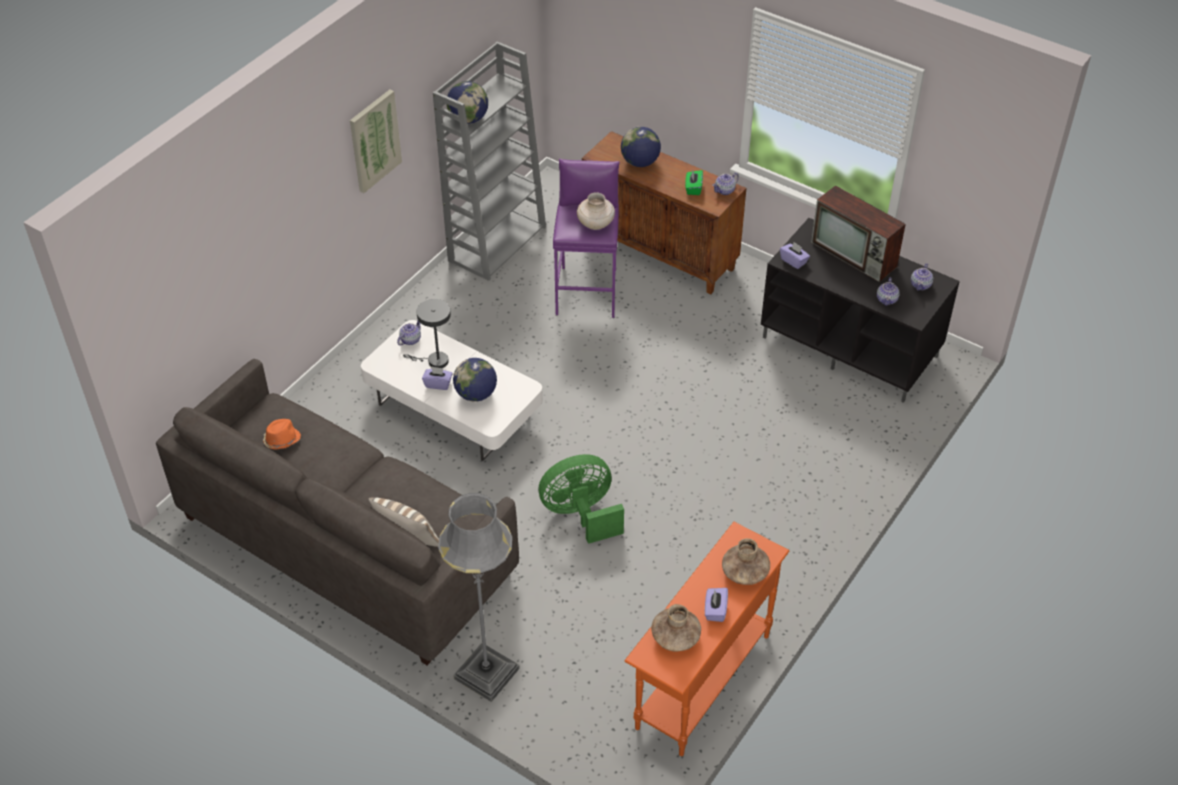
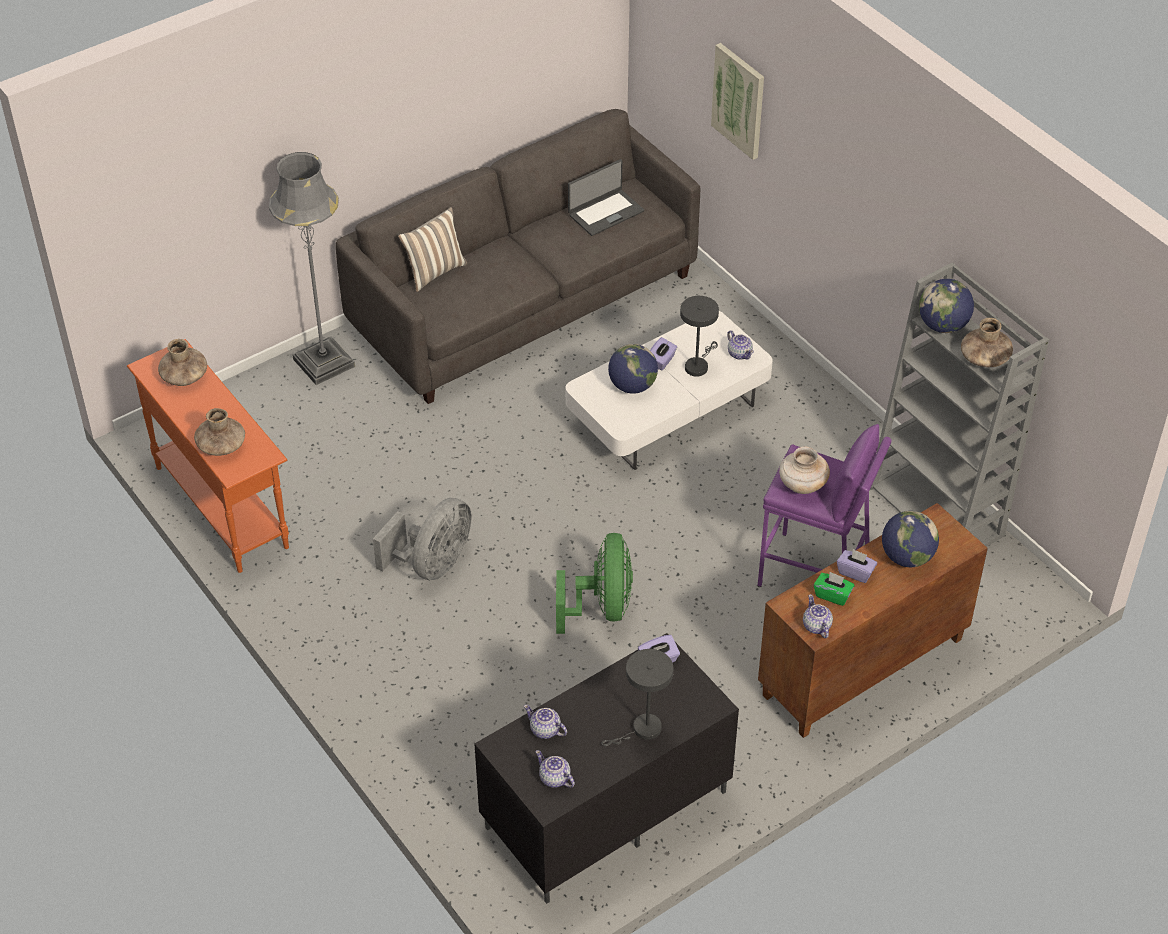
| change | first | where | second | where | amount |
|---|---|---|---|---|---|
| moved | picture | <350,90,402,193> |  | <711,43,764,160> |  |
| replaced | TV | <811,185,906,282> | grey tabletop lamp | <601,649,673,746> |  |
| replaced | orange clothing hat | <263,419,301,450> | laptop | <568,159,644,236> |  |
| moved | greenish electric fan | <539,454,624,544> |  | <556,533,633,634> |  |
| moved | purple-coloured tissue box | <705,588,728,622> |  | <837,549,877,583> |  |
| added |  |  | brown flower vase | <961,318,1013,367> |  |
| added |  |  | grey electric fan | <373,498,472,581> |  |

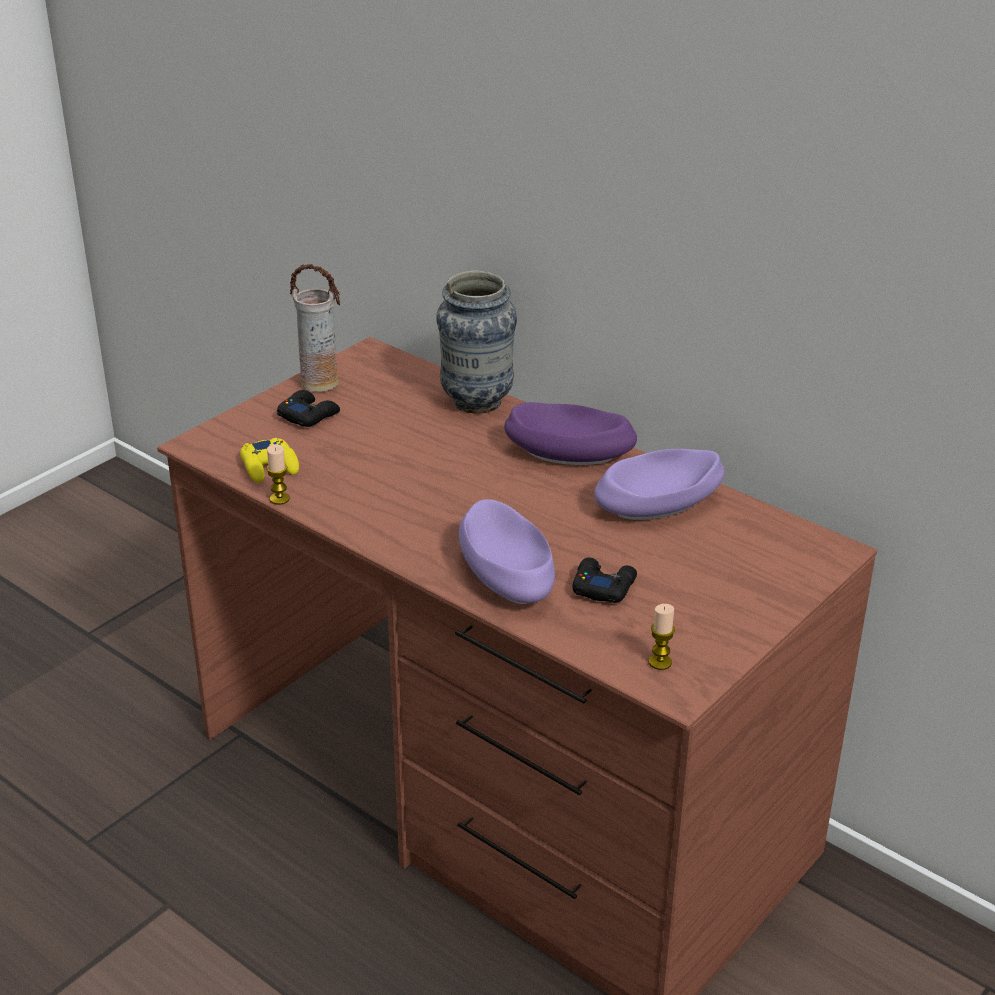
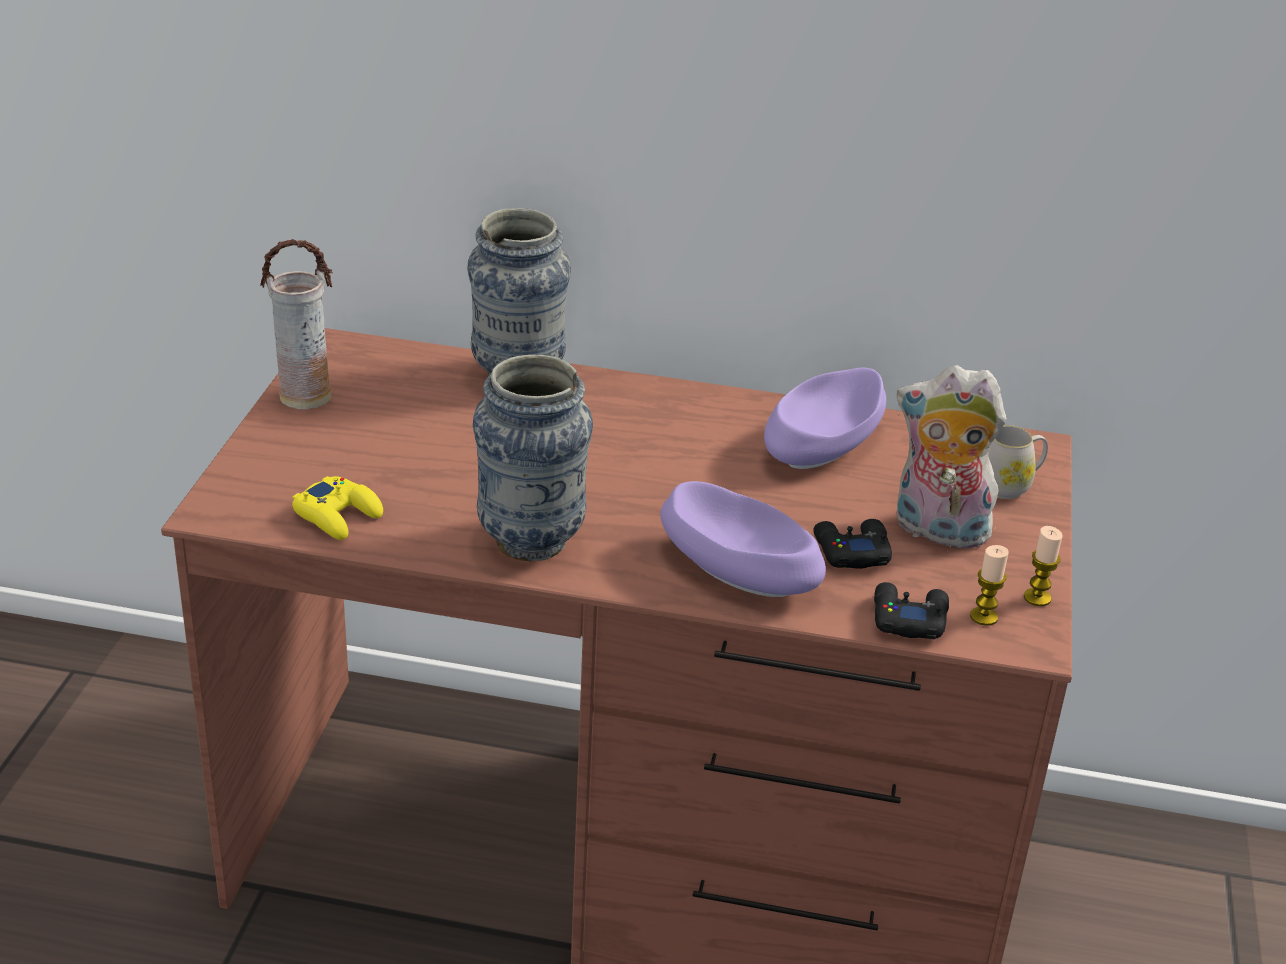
| change | first | where | second | where | amount |
|---|---|---|---|---|---|
| moved | black gamepad | <277,390,340,427> |  | <874,582,949,639> |  |
| removed | purple-coloured deep dish | <504,402,637,465> |  |  |  |
| moved | wax light | <267,444,290,505> |  | <1024,526,1063,606> |  |
| added |  |  | flower vase | <473,355,593,561> |  |
| added |  |  | cuddly toy | <897,365,1006,552> |  |
| added |  |  | white-coloured mug | <988,425,1048,499> |  |

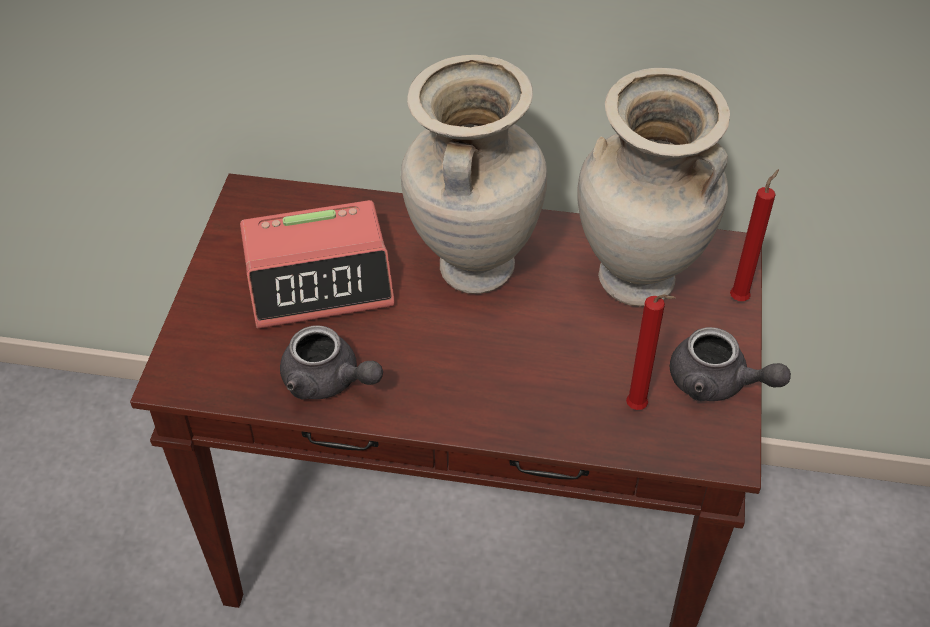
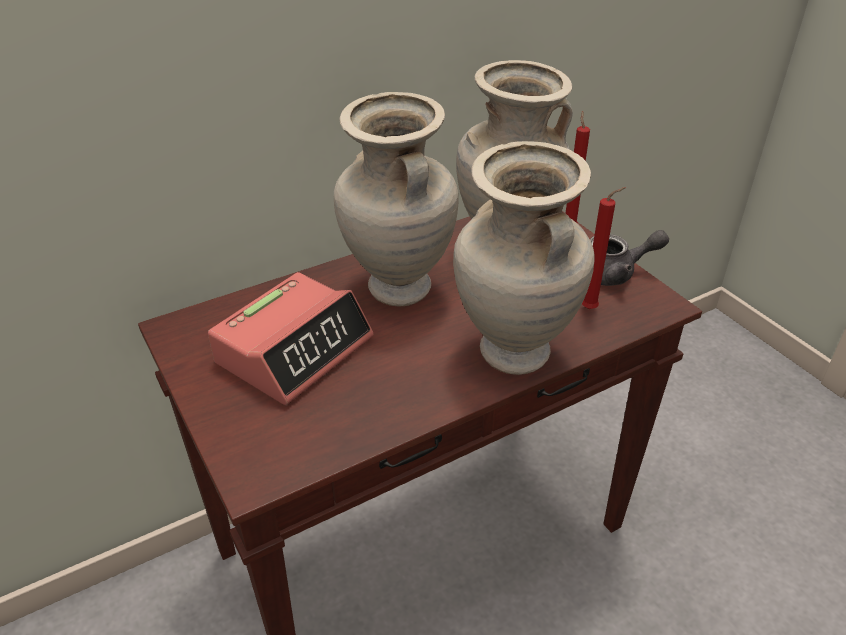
| change | first | where | second | where | amount |
|---|---|---|---|---|---|
| removed | grey tea pot | <280,325,383,400> |  |  |  |
| added |  |  | beige-coloured flower vase | <453,141,595,375> |  |

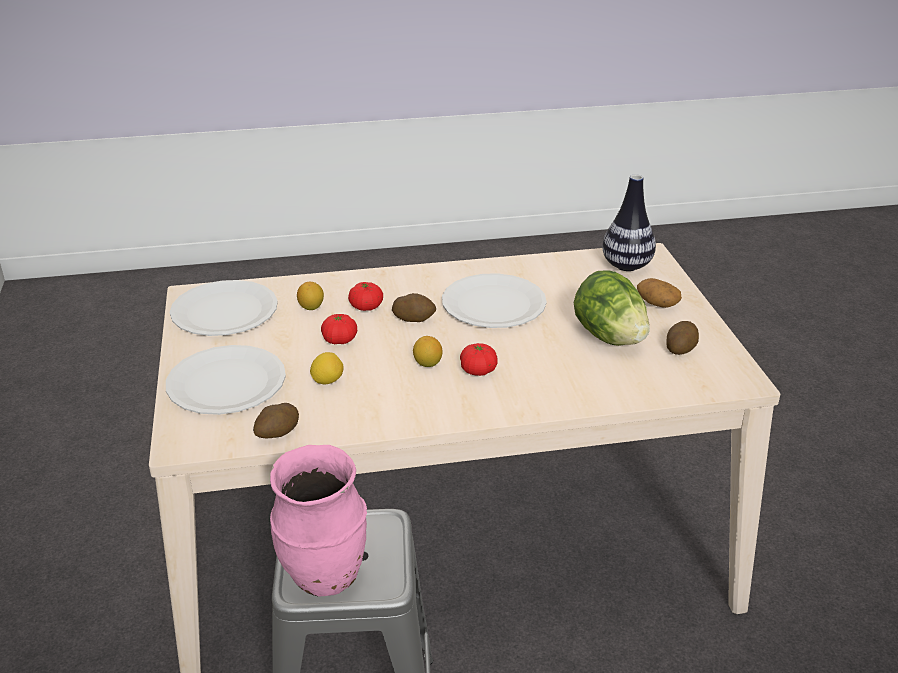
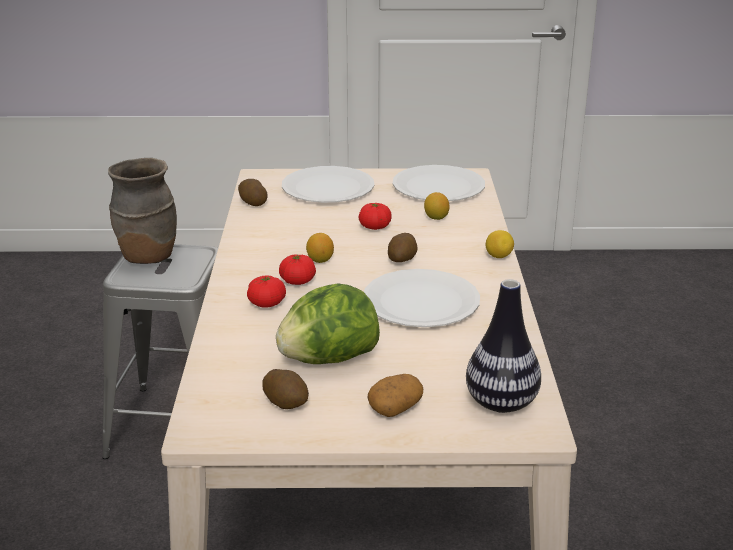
| change | first | where | second | where | amount |
|---|---|---|---|---|---|
| moved | fresh tomato | <348,282,383,311> |  | <247,275,286,308> |  |
| moved | citrus fruit | <310,352,344,384> |  | <486,230,514,258> |  |
| recoloured | pink flower vase | <270,445,367,597> | brown flower vase | <108,158,177,264> |  |

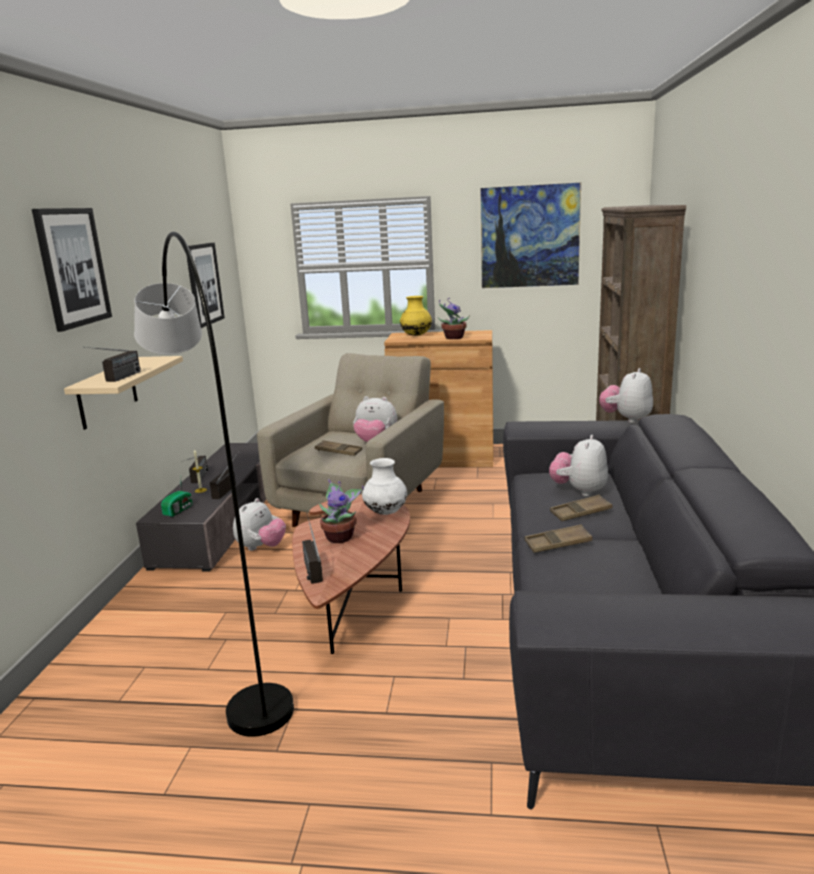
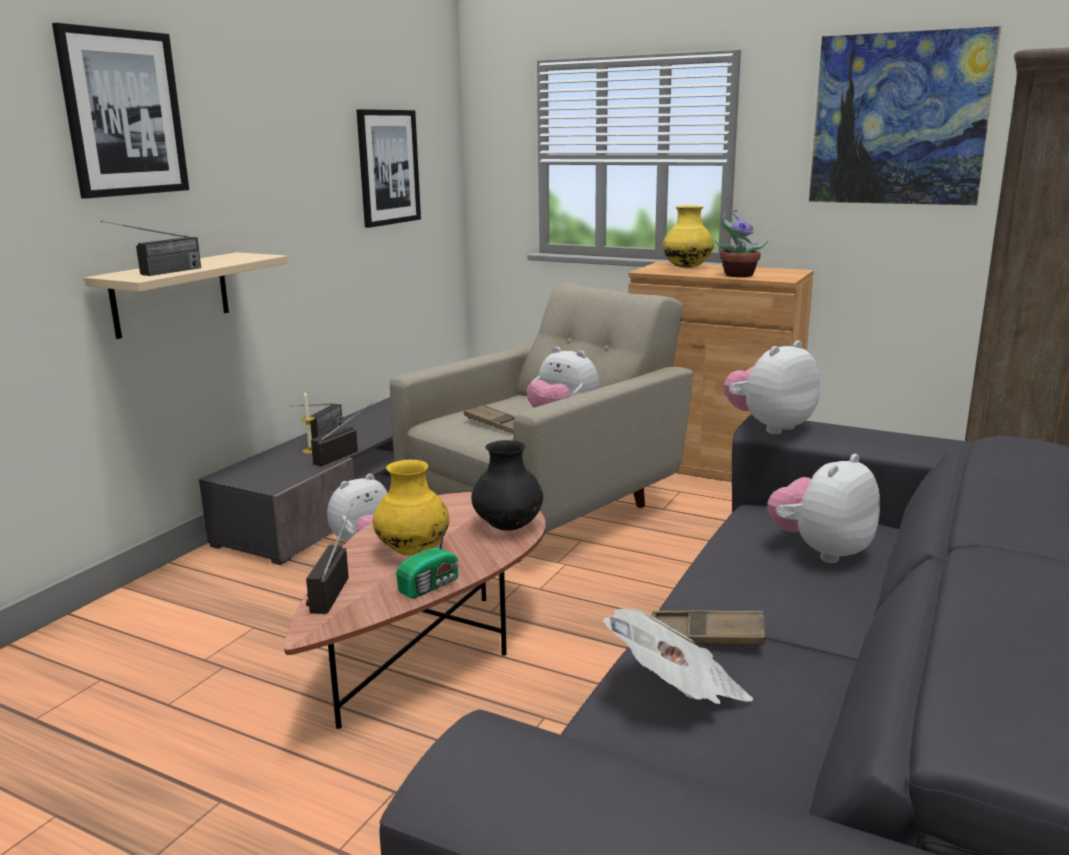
| change | first | where | second | where | amount |
|---|---|---|---|---|---|
| removed | grey standing lamp | <134,232,294,737> |  |  |  |
| moved | cuddly toy | <599,368,653,423> |  | <724,340,820,434> |  |
| recoloured | white-coloured flower vase | <362,458,407,515> | black flower vase | <471,440,543,531> |  |
| replaced | houseplant | <319,479,364,543> | yellow-coloured flower vase | <373,460,449,555> |  |
| moved | radio receiver | <161,483,192,517> |  | <396,518,459,599> |  |
| removed | brown tray | <550,495,612,521> |  |  |  |
| added |  |  | printed paper | <603,609,753,704> |  |

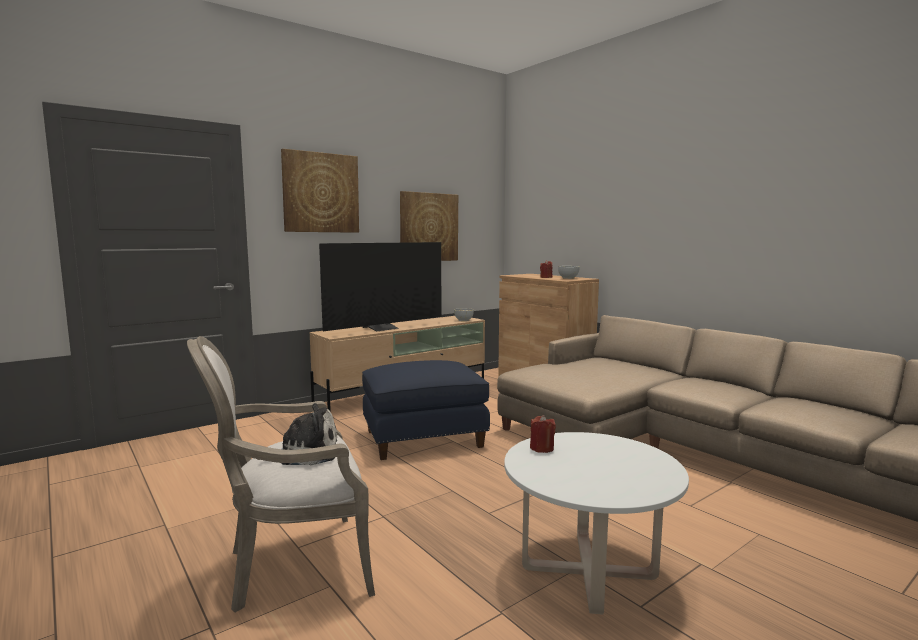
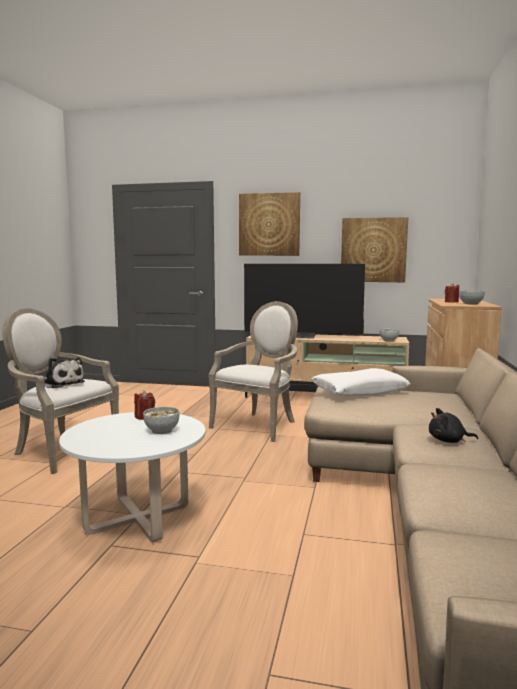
| change | first | where | second | where | amount |
|---|---|---|---|---|---|
| replaced | blue pouffe | <362,360,490,460> | armchair | <209,301,298,442> |  |
| added |  |  | white-coloured throw pillow | <311,368,410,397> |  |
| added |  |  | deep dish | <143,407,180,434> |  |
| added |  |  | black cuddly toy | <429,408,478,443> |  |

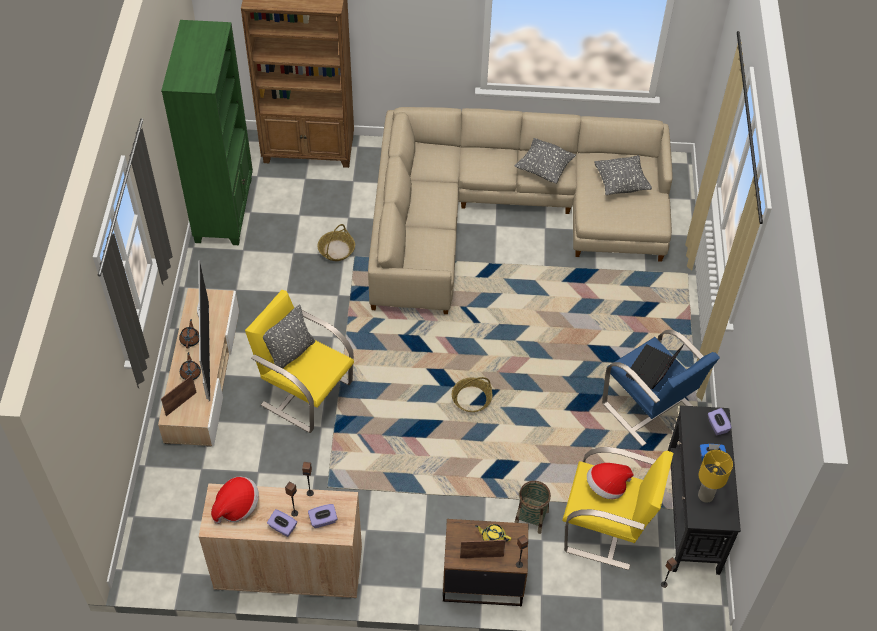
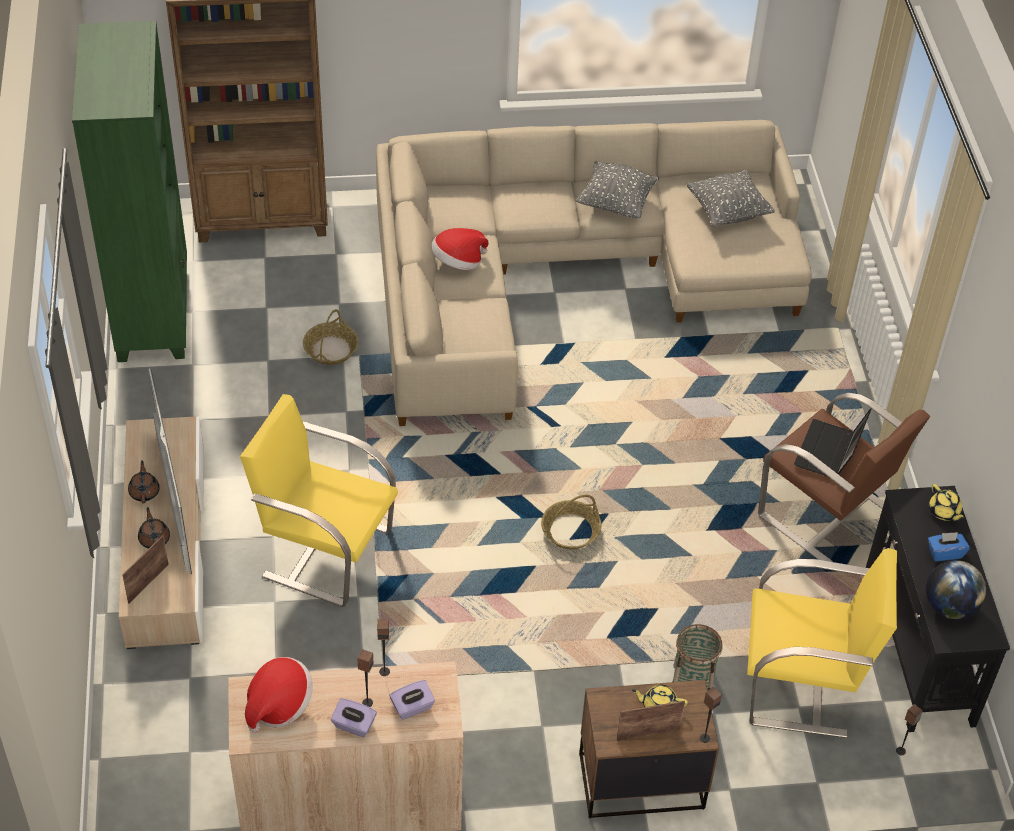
| change | first | where | second | where | amount |
|---|---|---|---|---|---|
| removed | grey throw pillow | <263,305,315,373> |  |  |  |
| recoloured | blue armchair | <602,330,720,446> | brown armchair | <758,393,930,562> |  |
| replaced | purple-coloured tissue box | <708,408,732,435> | yellow-coloured tea pot | <929,484,965,521> |  |
| replaced | yellow-coloured tabletop lamp | <698,450,733,503> | desk globe | <926,560,986,619> |  |
| moved | clothing hat | <587,463,633,499> |  | <432,228,489,270> |  |

